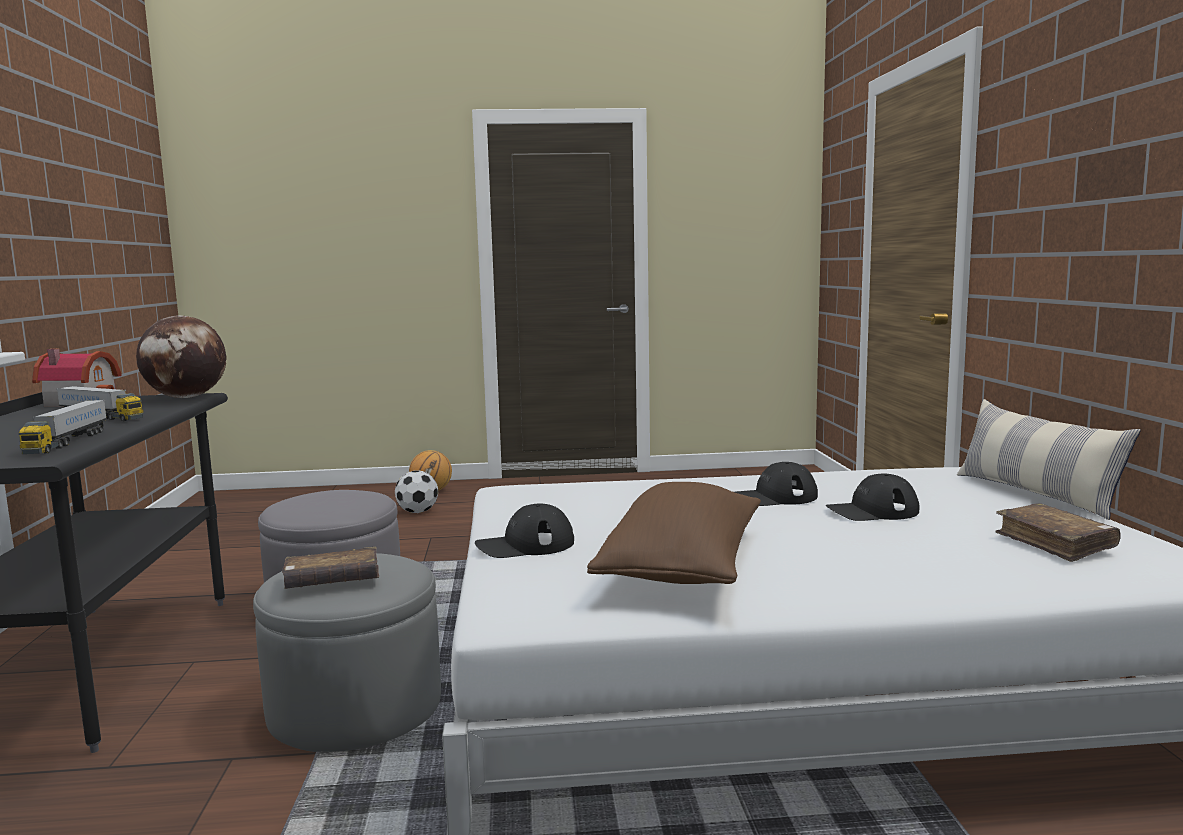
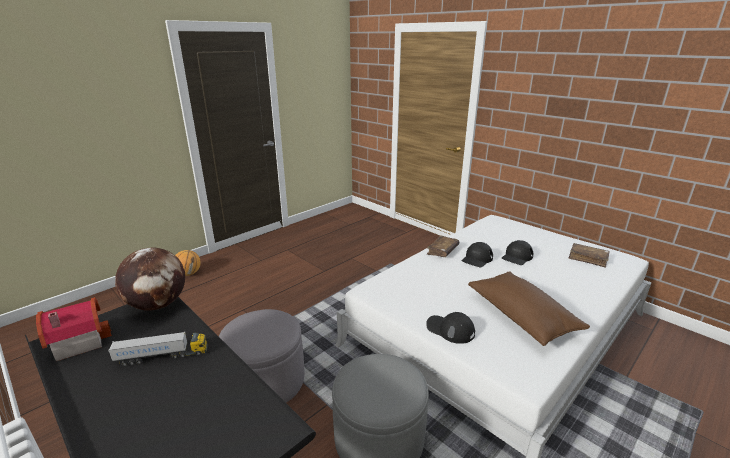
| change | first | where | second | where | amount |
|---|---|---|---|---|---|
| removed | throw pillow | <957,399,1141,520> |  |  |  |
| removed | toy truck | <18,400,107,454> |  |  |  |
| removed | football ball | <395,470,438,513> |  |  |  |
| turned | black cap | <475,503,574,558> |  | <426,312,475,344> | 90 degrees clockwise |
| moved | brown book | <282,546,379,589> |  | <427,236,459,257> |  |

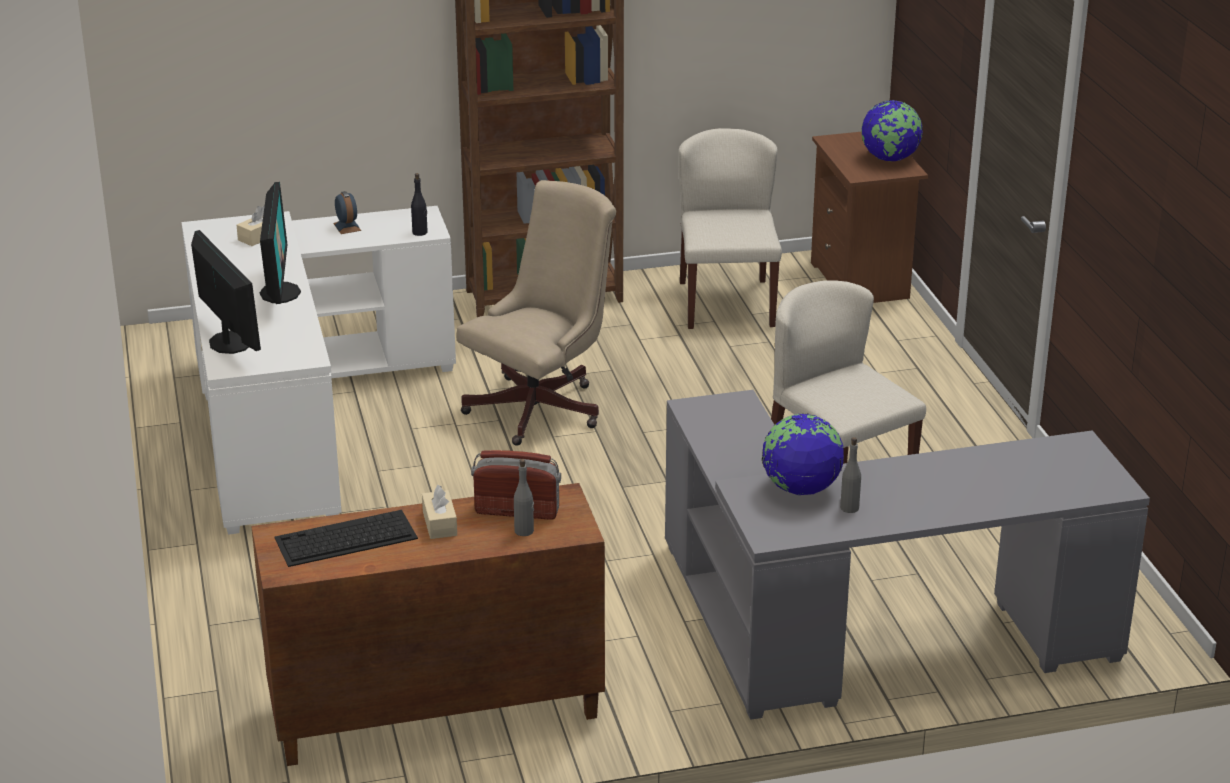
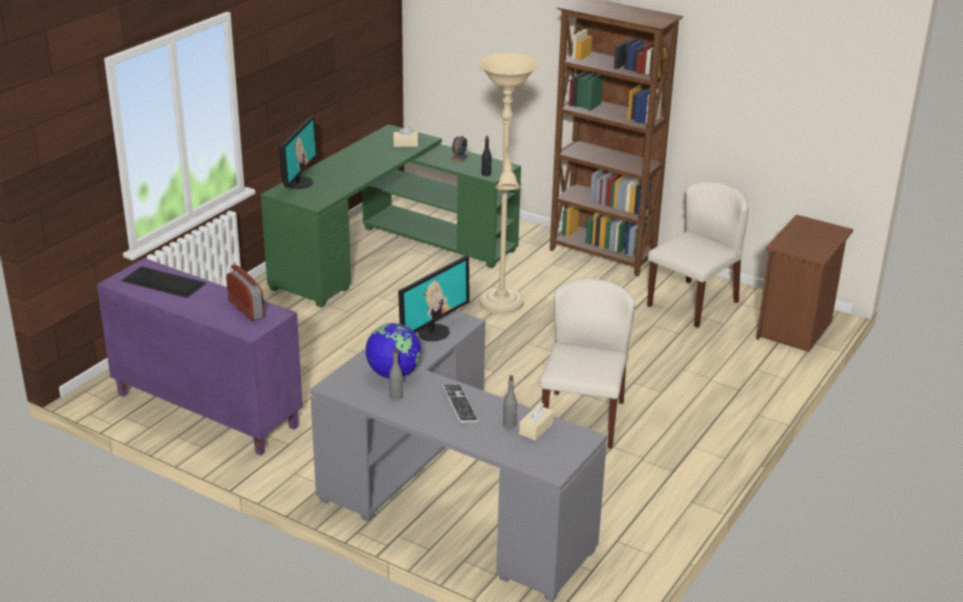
| change | first | where | second | where | amount |
|---|---|---|---|---|---|
| removed | desk globe | <861,100,923,161> |  |  |  |
| replaced | beige-coloured desk chair | <457,180,616,446> | beige-coloured standing lamp | <477,53,540,314> |  |
| moved | computer screen | <260,182,301,304> |  | <398,255,470,341> |  |
| recoloured | white-coloured desk unit | <182,206,456,535> | greenish desk unit | <261,124,521,308> |  |
| moved | grey bottle | <514,459,534,536> |  | <503,375,517,428> |  |
| recoloured | brown cabinet | <251,483,605,766> | purple-coloured cabinet | <97,258,303,455> |  |
| moved | beige-coloured tissue box | <422,485,457,539> |  | <519,403,554,440> |  |
| added |  |  | computer keyboard | <442,384,478,423> |  |

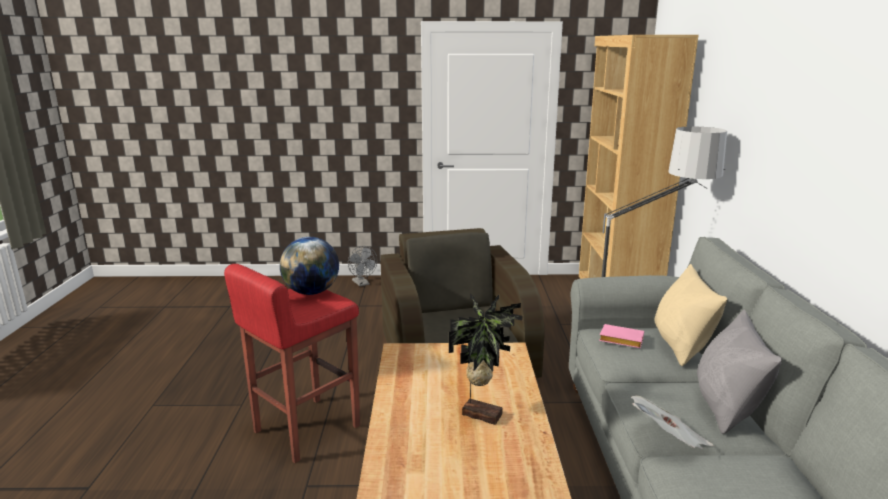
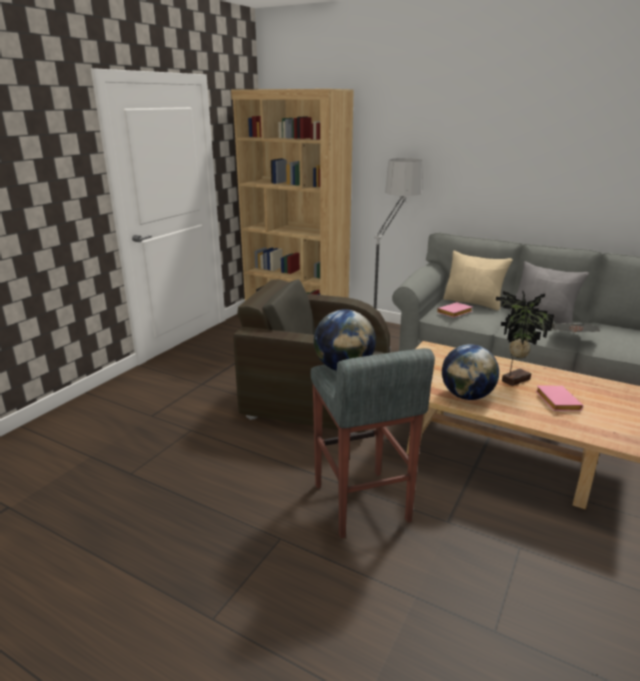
| change | first | where | second | where | amount |
|---|---|---|---|---|---|
| removed | grey electric fan | <348,246,377,287> |  |  |  |
| recoloured | reddish stool seat | <224,264,360,463> | grey stool seat | <311,348,435,539> |  |
| added |  |  | desk globe | <442,344,499,400> |  |
| added |  |  | pink book | <536,386,583,411> |  |

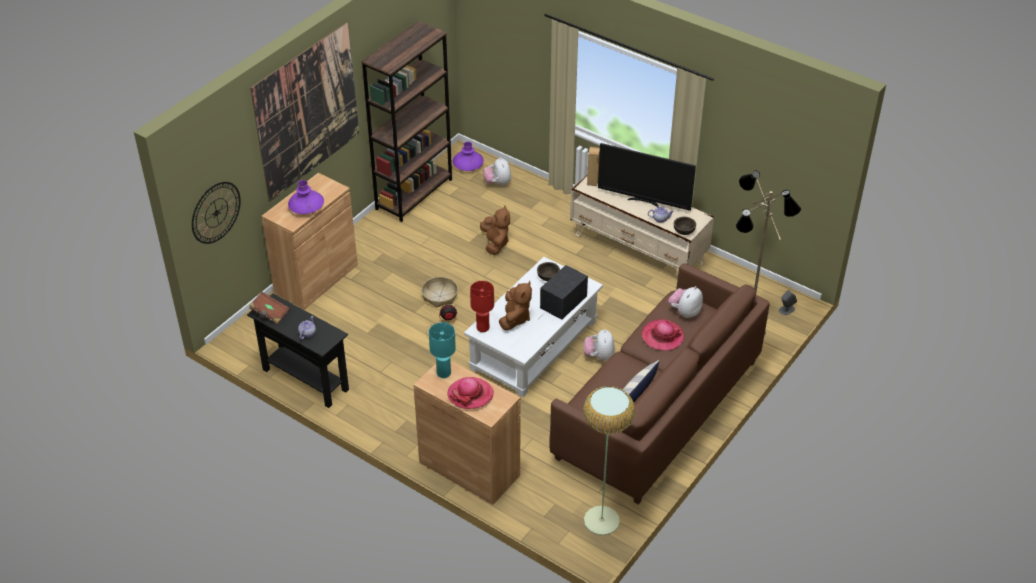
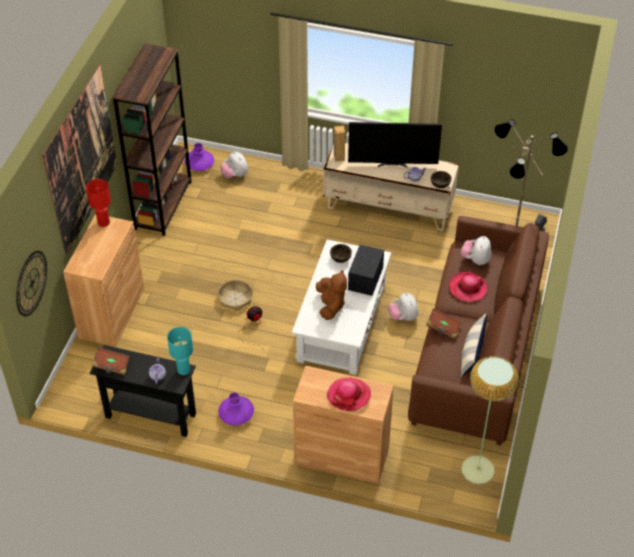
| change | first | where | second | where | amount |
|---|---|---|---|---|---|
| moved | purple-coloured flower vase | <288,180,324,214> |  | <218,392,254,426> |  |
| removed | brown cuddly toy | <480,206,510,255> |  |  |  |
| moved | reddish tabletop lamp | <470,281,494,332> |  | <86,179,111,227> |  |
| moved | turquoise tabletop lamp | <429,322,456,378> |  | <167,327,193,375> |  |
| added |  |  | brown book | <426,308,461,339> |  |

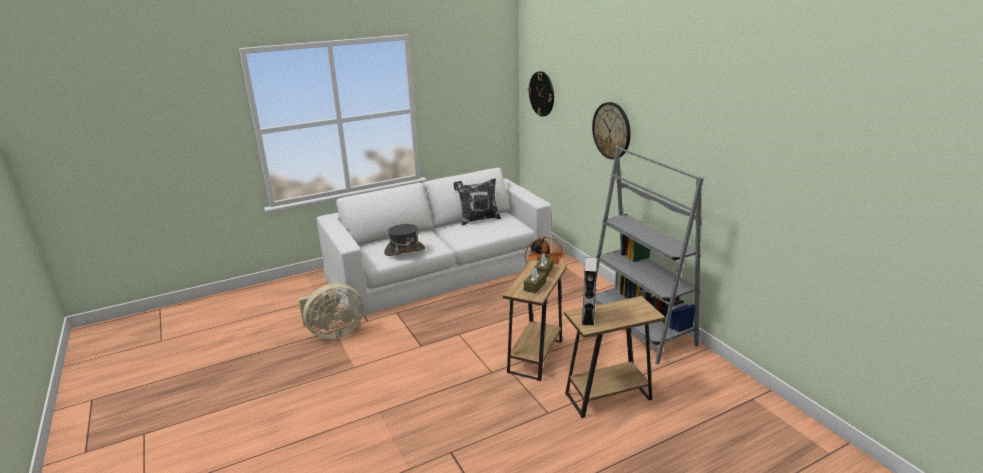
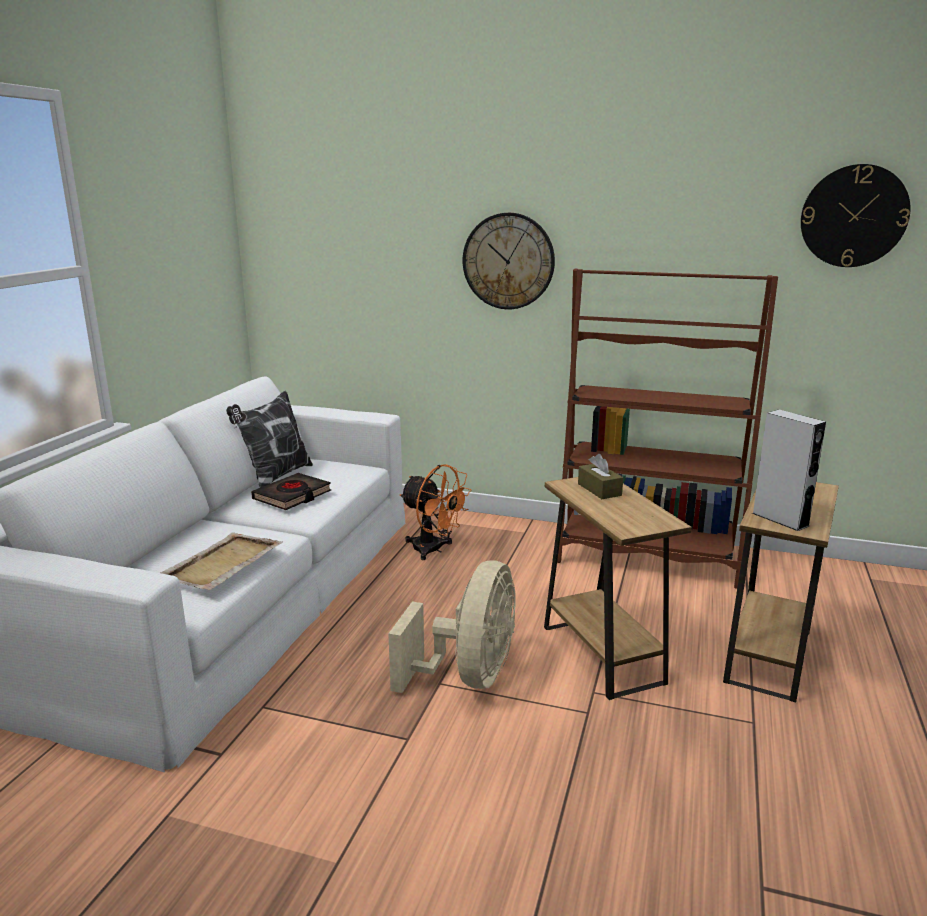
| change | first | where | second | where | amount |
|---|---|---|---|---|---|
| moved | hanging clock | <528,71,554,116> |  | <801,164,911,267> |  |
| recoloured | grey bookshelf | <595,146,704,364> | brown bookshelf | <557,269,778,589> |  |
| replaced | grey clothing hat | <384,224,425,256> | beige-coloured tray | <161,532,283,590> |  |
| removed | brown tissue box | <524,267,546,294> |  |  |  |
| moved | beige-coloured electric fan | <298,283,364,339> |  | <388,561,516,693> |  |
| added |  |  | black book | <251,473,331,510> |  |

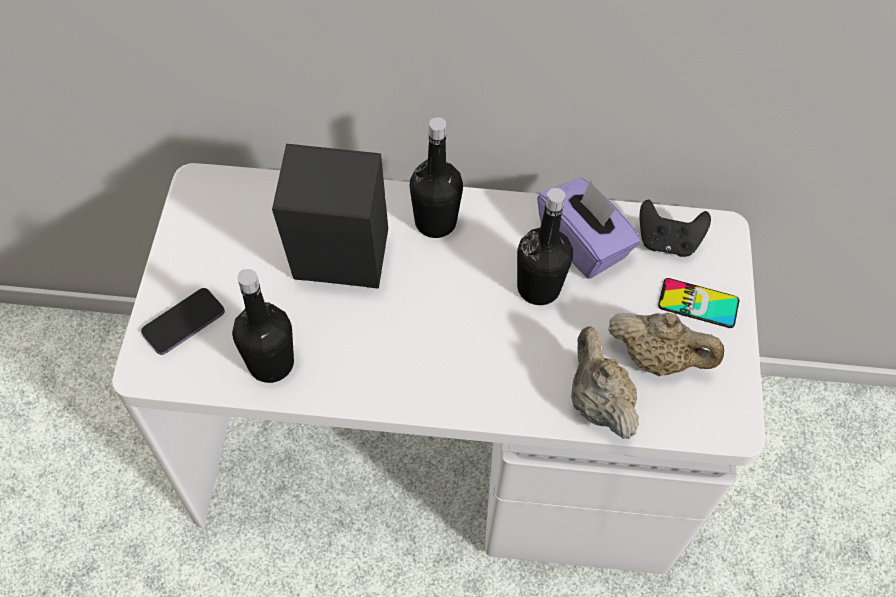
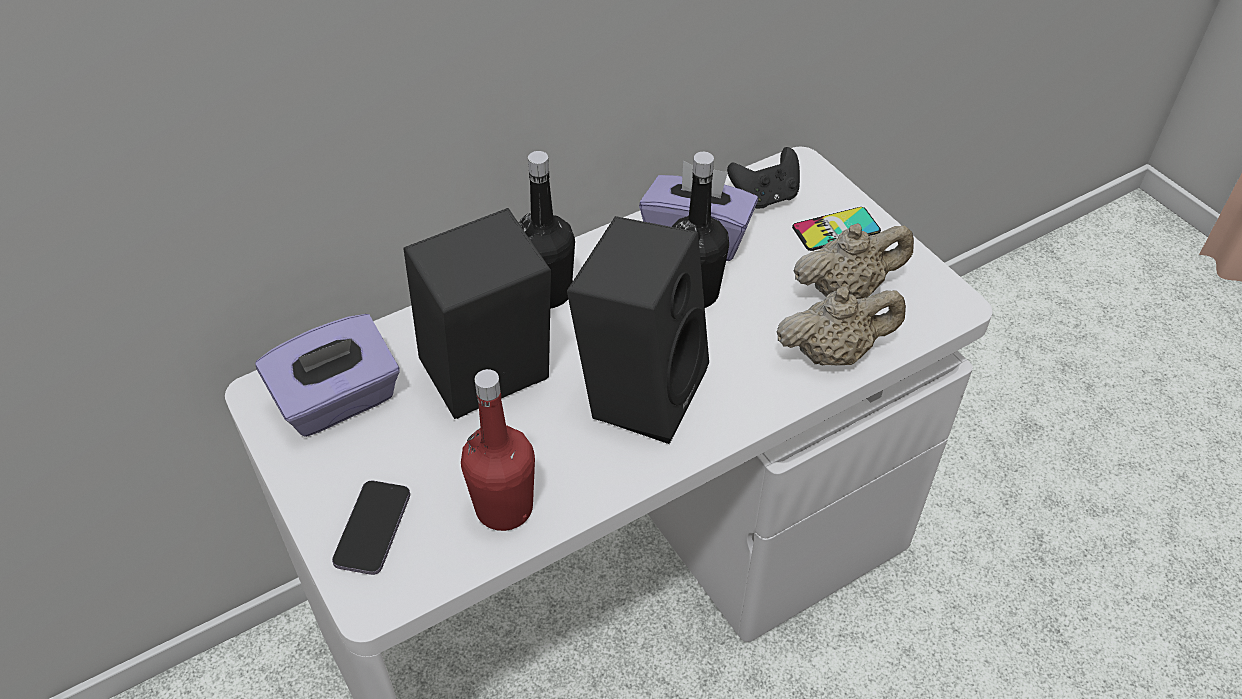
| change | first | where | second | where | amount |
|---|---|---|---|---|---|
| recoloured | black bottle | <232,269,294,383> | reddish bottle | <461,369,535,531> |  |
| turned | beige-coloured tea pot | <571,326,639,439> |  | <777,287,906,365> | 135 degrees clockwise |
| added |  |  | black audio speaker | <567,216,709,444> |  |
| added |  |  | purple-coloured tissue box | <255,314,400,437> |  |

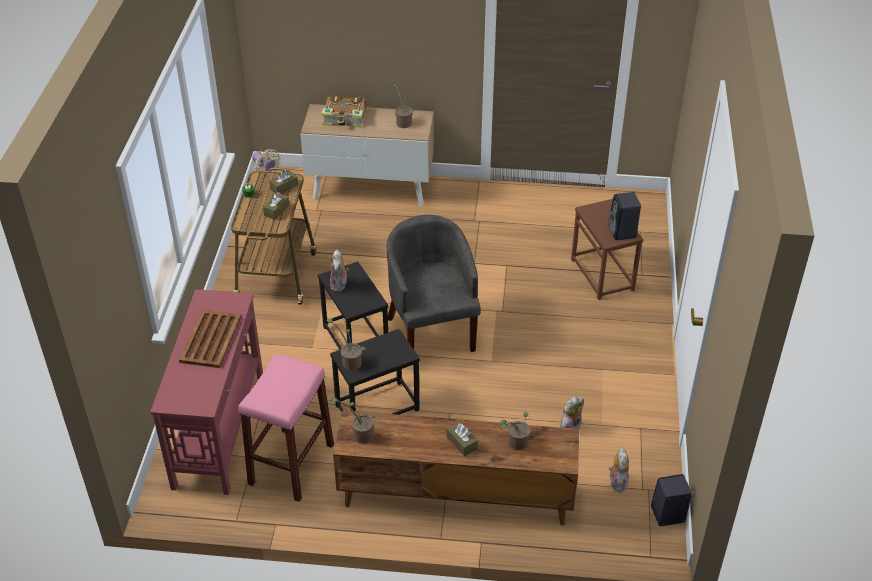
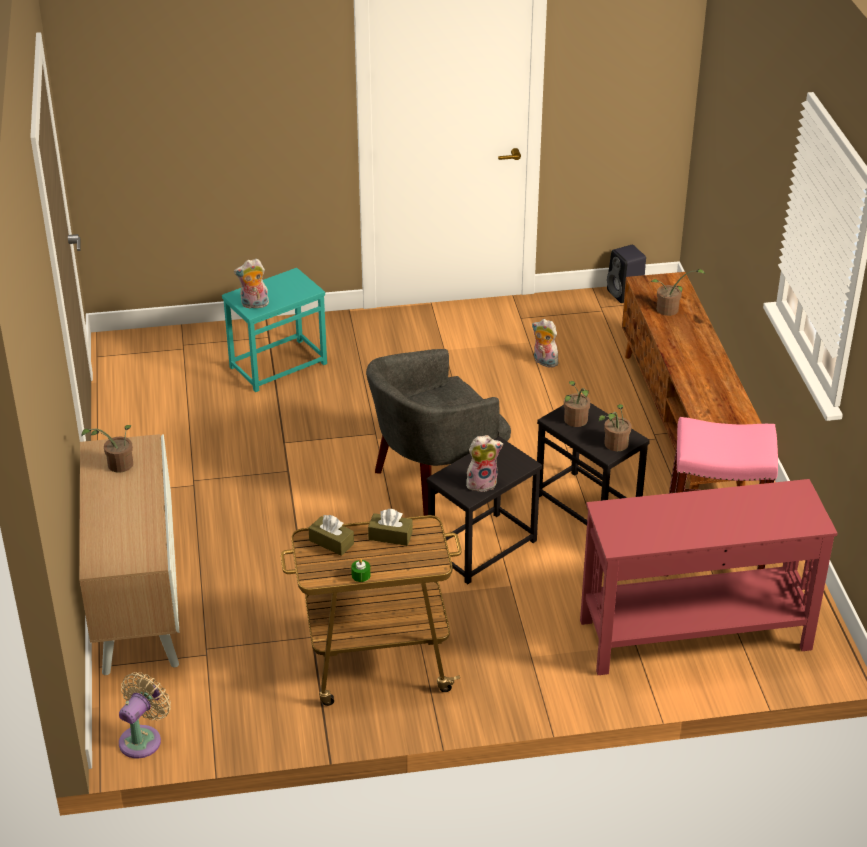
| change | first | where | second | where | amount |
|---|---|---|---|---|---|
| removed | book | <321,96,365,128> |  |  |  |
| removed | black audio speaker | <609,192,641,240> |  |  |  |
| recoloured | brown side table | <571,199,643,300> | turquoise side table | <222,268,327,392> |  |
| removed | brown tray | <179,310,241,368> |  |  |  |
| moved | houseplant | <330,398,380,443> |  | <564,381,590,427> |  |
| removed | brown tissue box | <447,422,478,456> |  |  |  |
| moved | cuddly toy | <609,447,629,493> |  | <234,259,269,309> |  |

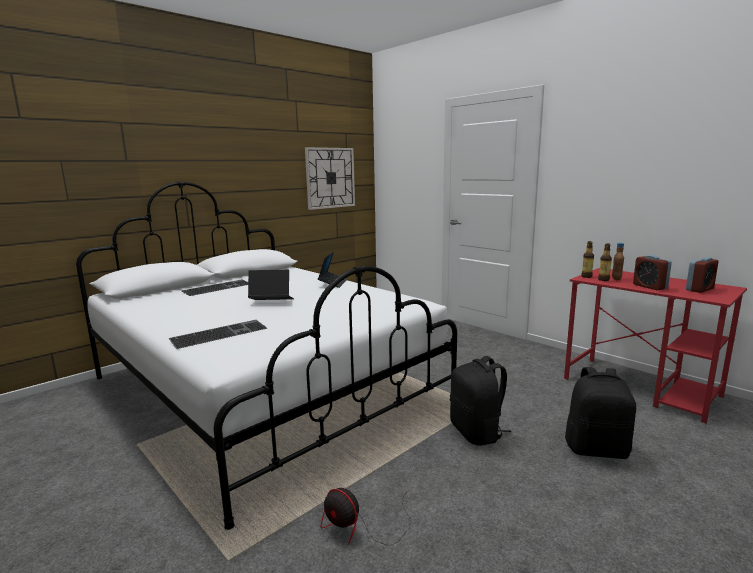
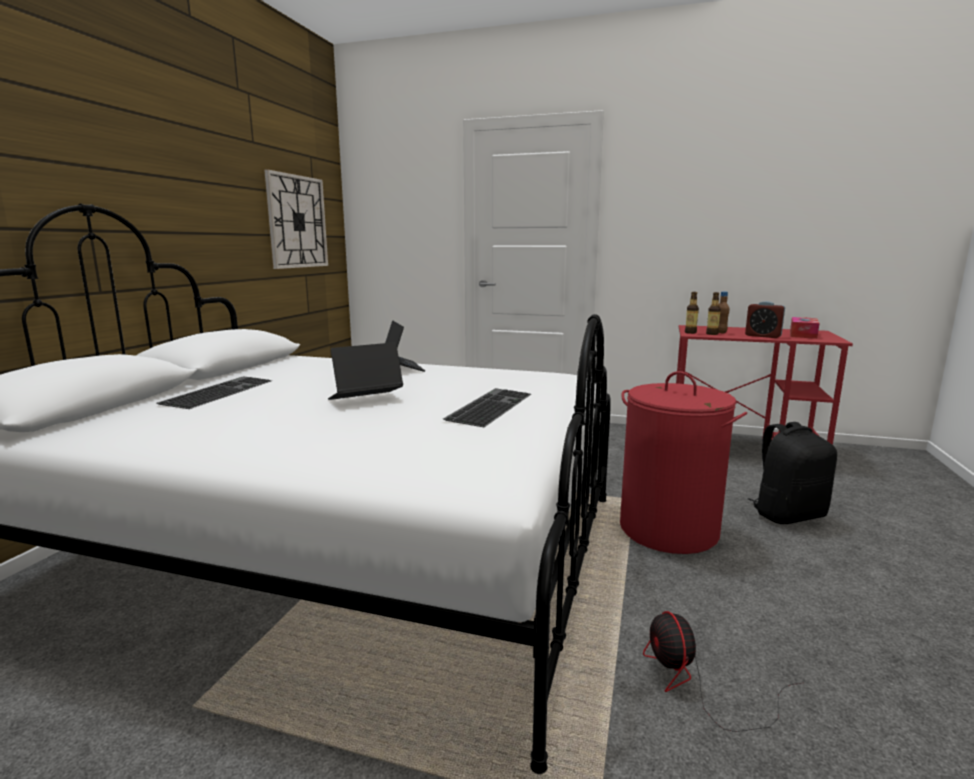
| change | first | where | second | where | amount |
|---|---|---|---|---|---|
| replaced | table clock | <686,257,718,293> | tissue box | <790,317,819,339> |  |
| moved | computer keyboard | <169,320,267,349> |  | <443,388,531,427> |  |
| replaced | black rucksack | <450,356,511,446> | reddish washing basket | <620,371,747,554> |  |
| turned | electric fan | <321,488,410,546> |  | <643,611,802,732> | 75 degrees clockwise |

